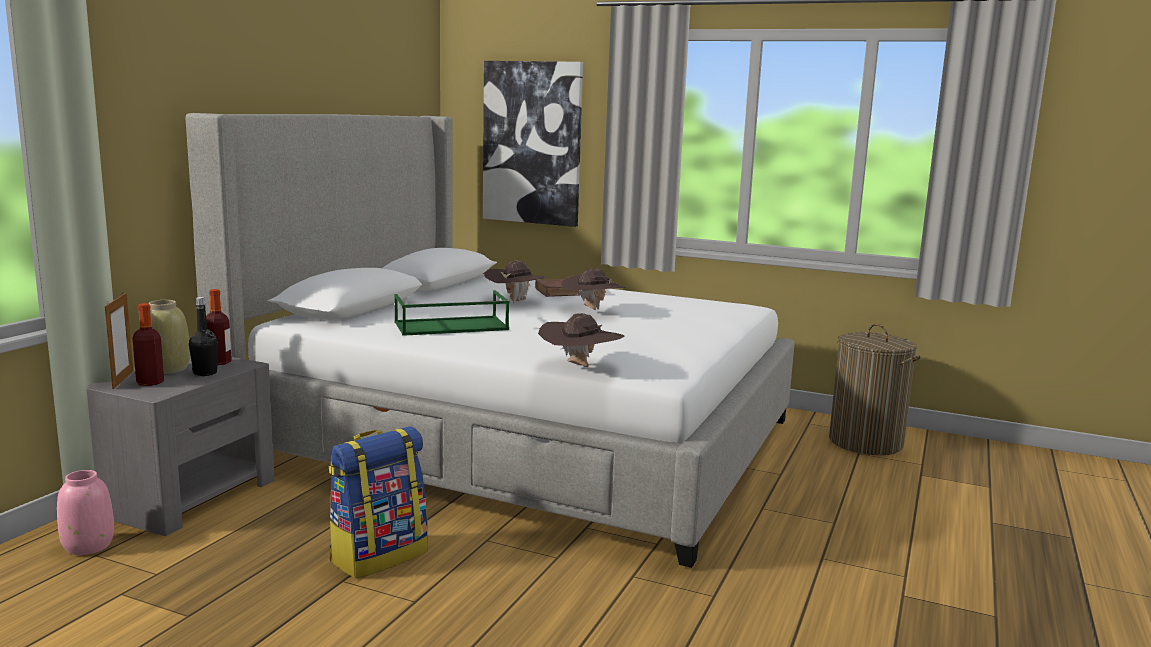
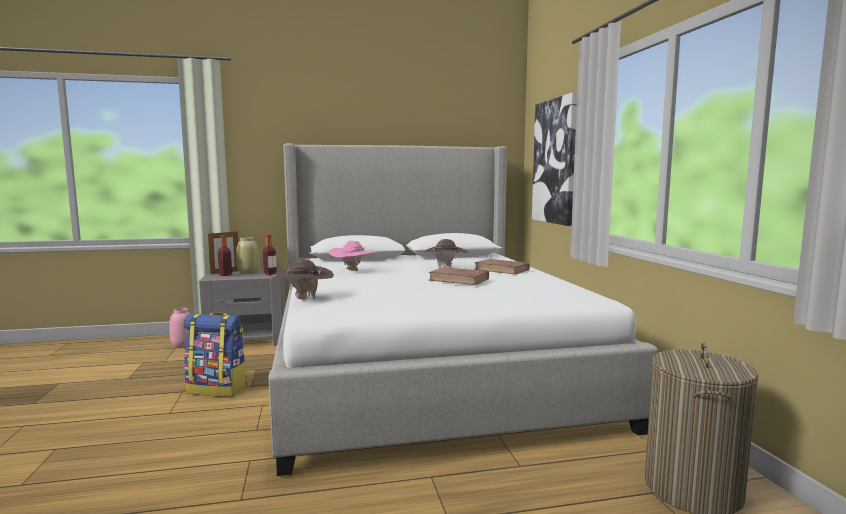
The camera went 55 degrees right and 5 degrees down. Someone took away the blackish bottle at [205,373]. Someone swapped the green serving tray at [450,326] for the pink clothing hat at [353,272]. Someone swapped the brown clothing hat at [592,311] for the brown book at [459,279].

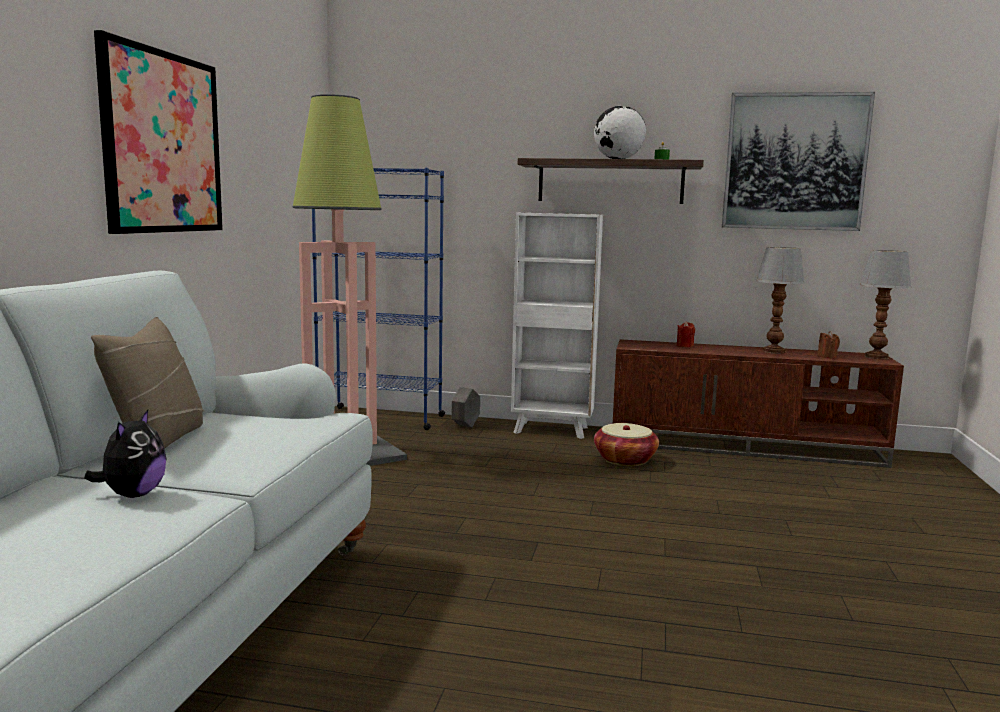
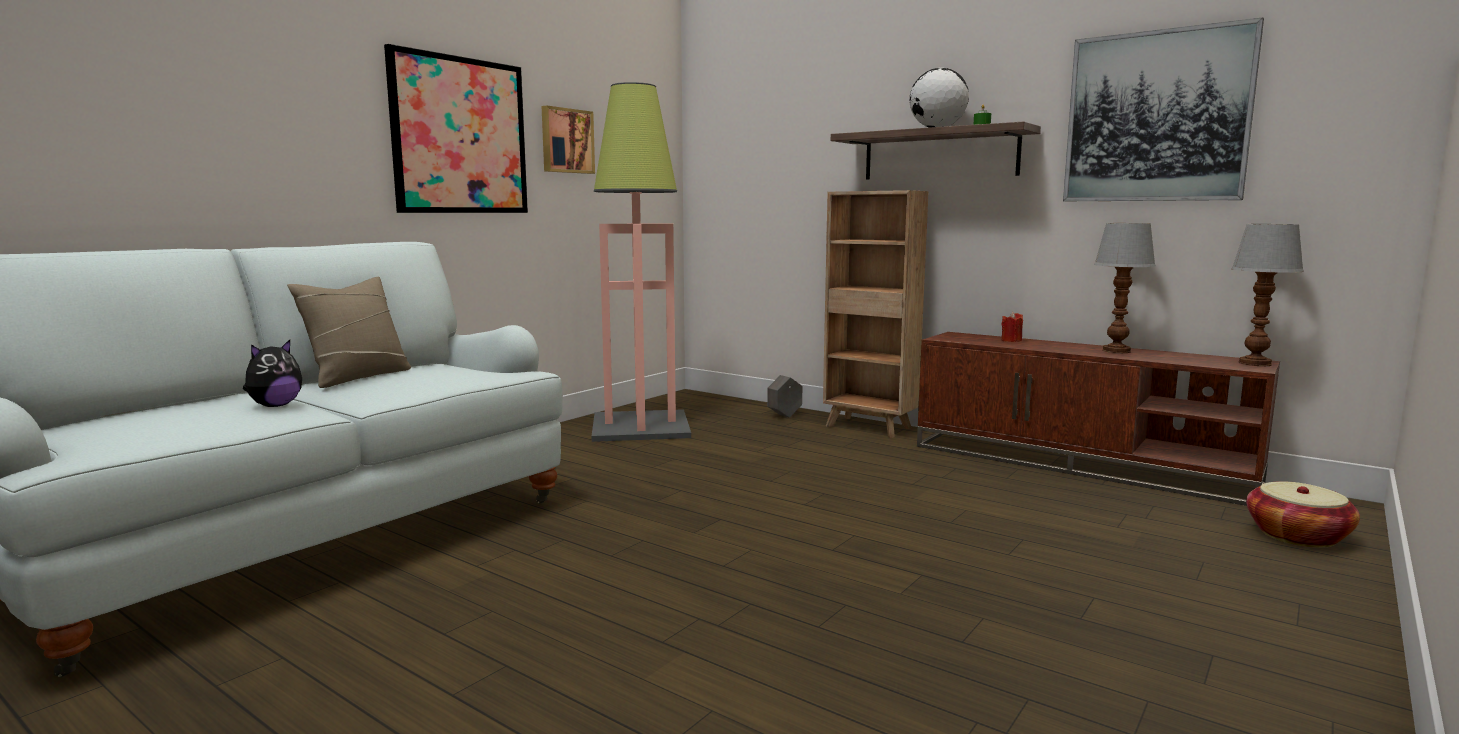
The camera went 25 degrees right and 0 degrees up. Someone took away the blue-coloured shelving unit at [380,418]. Someone took away the brown wax candle at [827,356]. Someone put up the picture at [566,141]. Someone carried the basket from [625,460] to [1297,536]. Someone repainted the whitish shelving unit at [552,430], which became the brown shelving unit at [870,427].

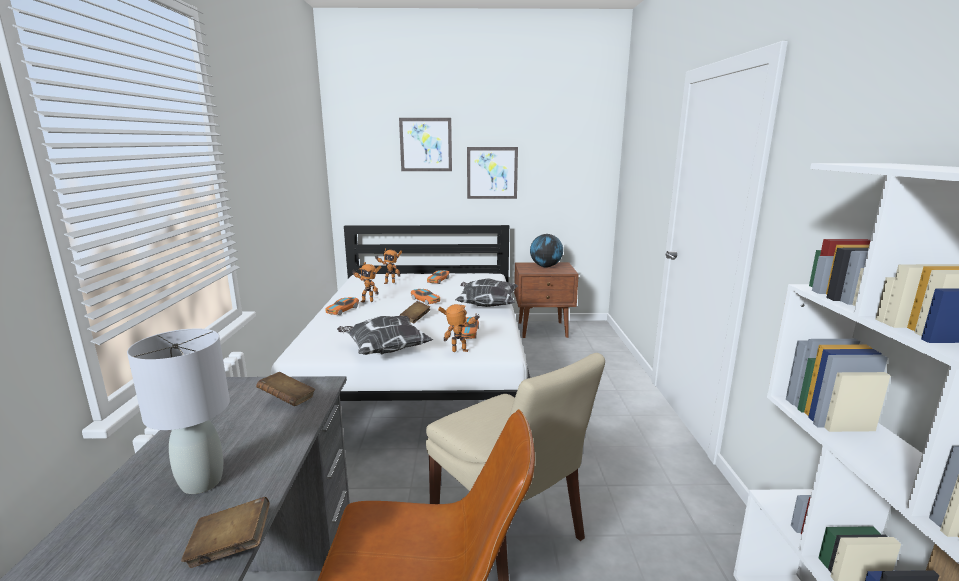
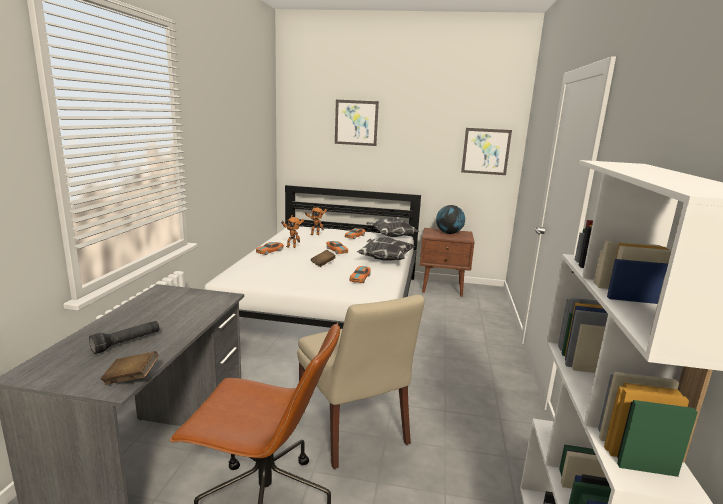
The camera went 10 degrees right and 0 degrees up. Someone took away the brown book at [287,400]. Someone took away the model robot at [460,352]. Someone carried the pillow from [384,350] to [391,236]. Someone carried the picture from [492,173] to [486,151]. Someone swapped the greyish tabletop lamp at [202,482] for the blackish torch at [127,343].

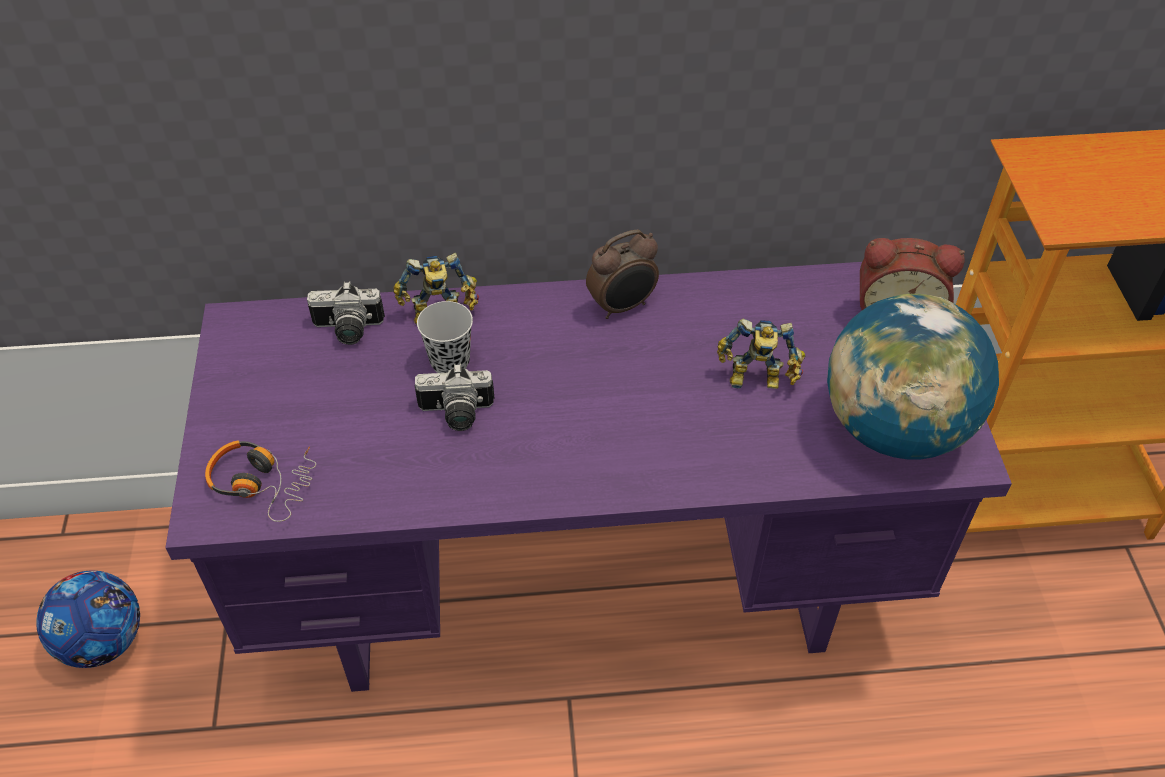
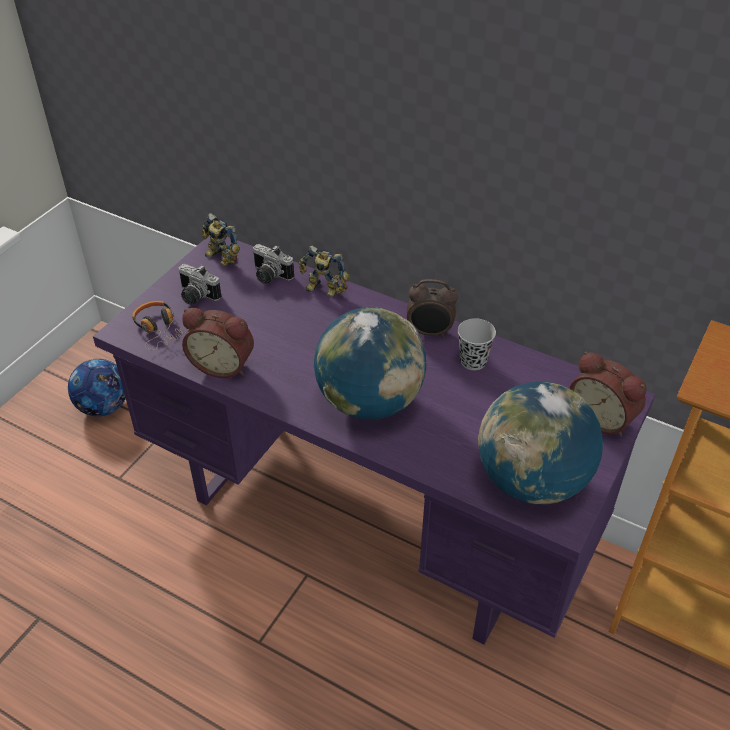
The camera went 35 degrees right and 5 degrees down. Someone put down the bedside clock at [223,364]. Someone put down the desk globe at [369,402]. Someone carried the still camera from [456,415] to [195,296]. Someone carried the blackish cup from [450,362] to [473,361]. Someone carried the model robot from [757,381] to [220,259].

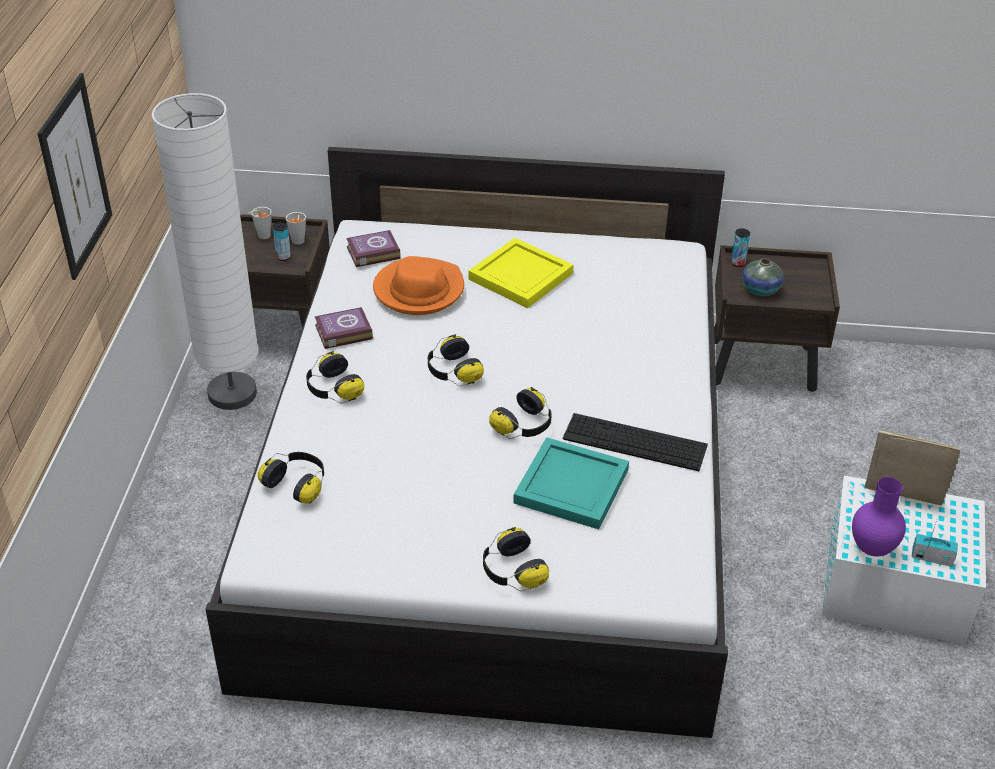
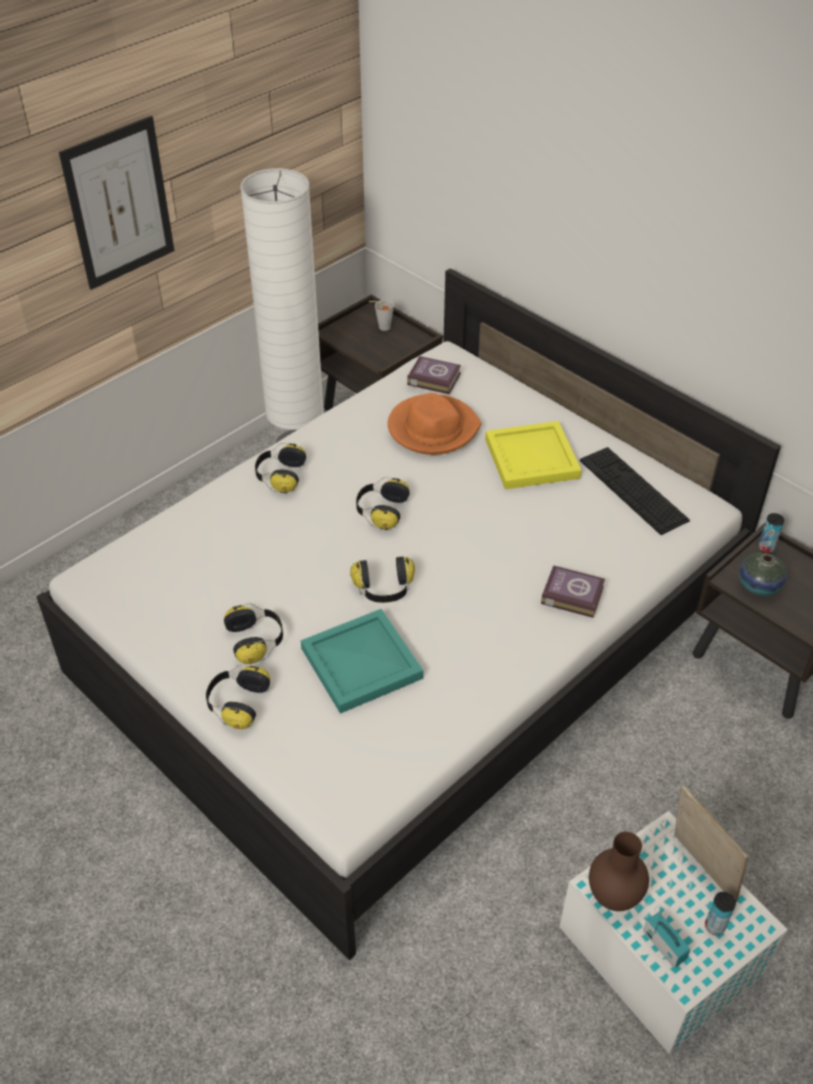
The camera went 40 degrees right and 5 degrees up. Someone took away the greyish cup at [298,242]. Someone carried the pair of headphones from [297,484] to [256,640]. Someone carried the sealed can from [283,257] to [714,926]. Someone carried the book from [342,332] to [571,594]. Someone carried the PC keyboard from [635,442] to [633,490]. Someone repainted the purple-coloured vase at [873,548], which became the brown vase at [615,897].

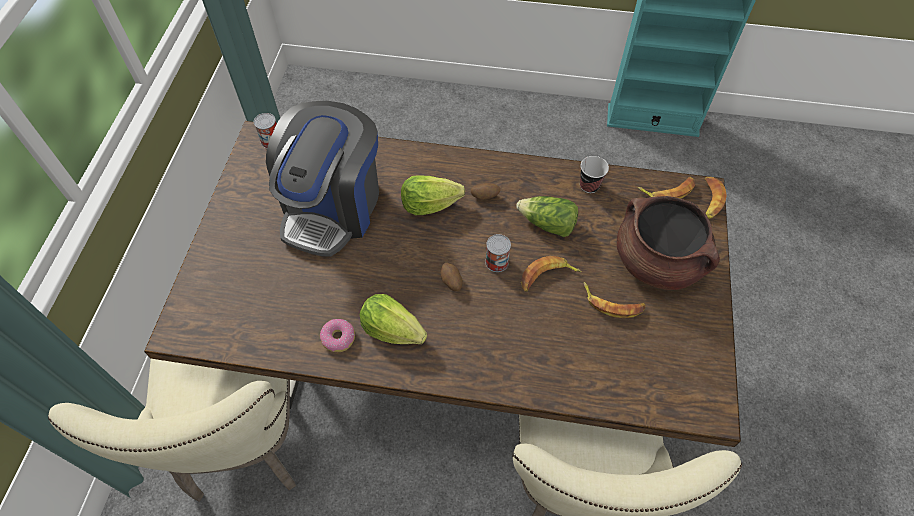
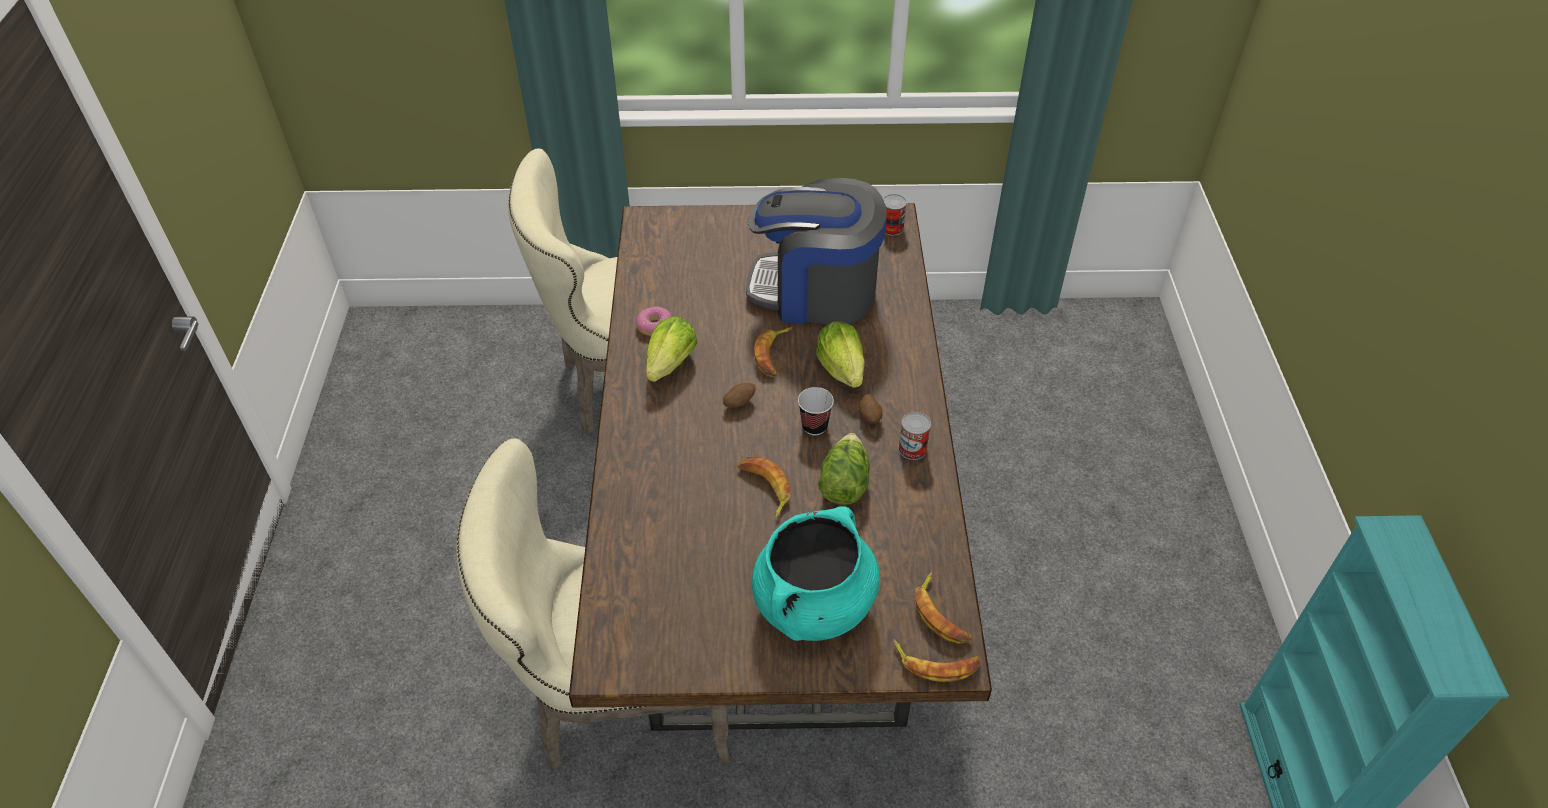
The camera went 80 degrees right and 10 degrees down. Someone carried the sealed can from [497,262] to [912,448]. Someone carried the cup from [589,186] to [814,426]. Someone carried the banana from [612,303] to [773,355]. Someone repainted the brown cooking pot at [658,262], which became the turquoise cooking pot at [814,604].

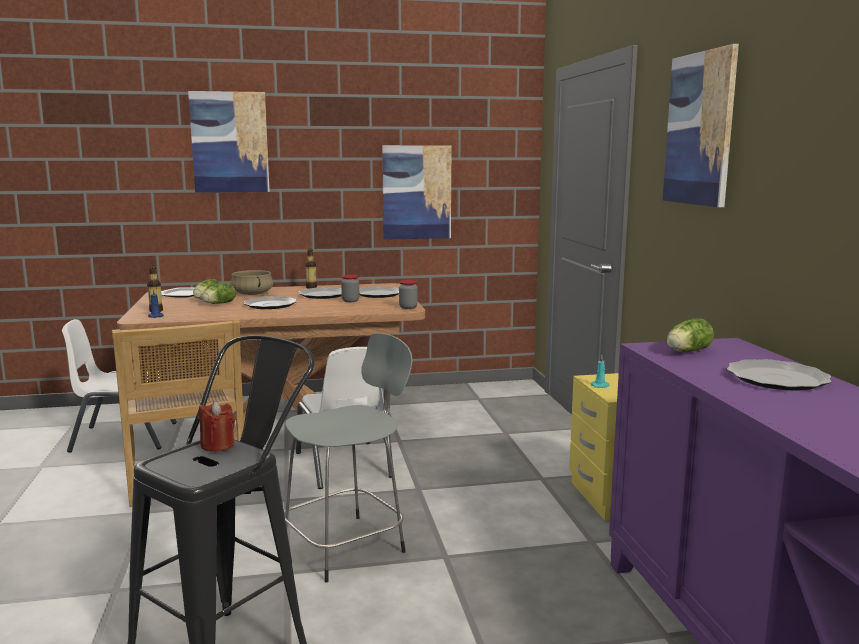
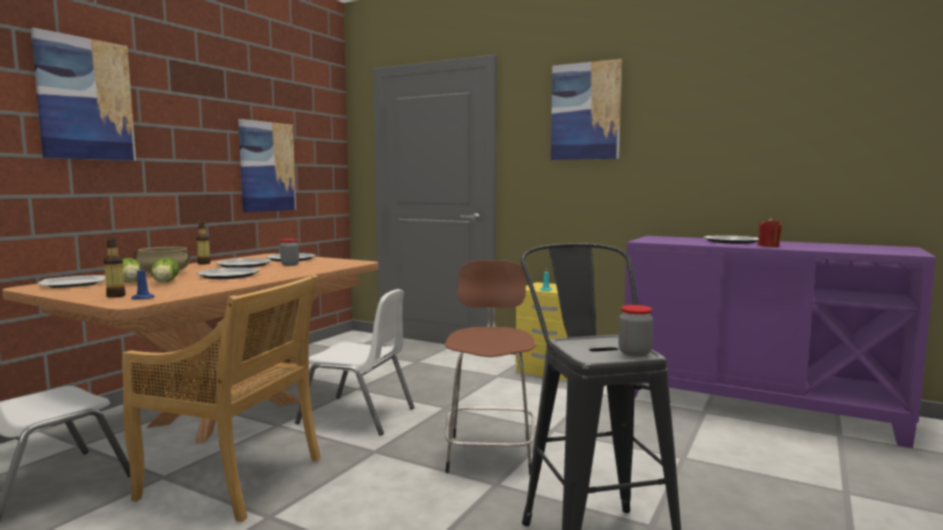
The camera went 50 degrees left and 5 degrees down. Someone took away the lettuce at [686,351]. Someone carried the red-coloured wax candle from [217,445] to [768,246]. Someone carried the storage jar from [408,307] to [634,353]. Someone repainted the greyish stool seat at [347,546], which became the brown stool seat at [490,452].

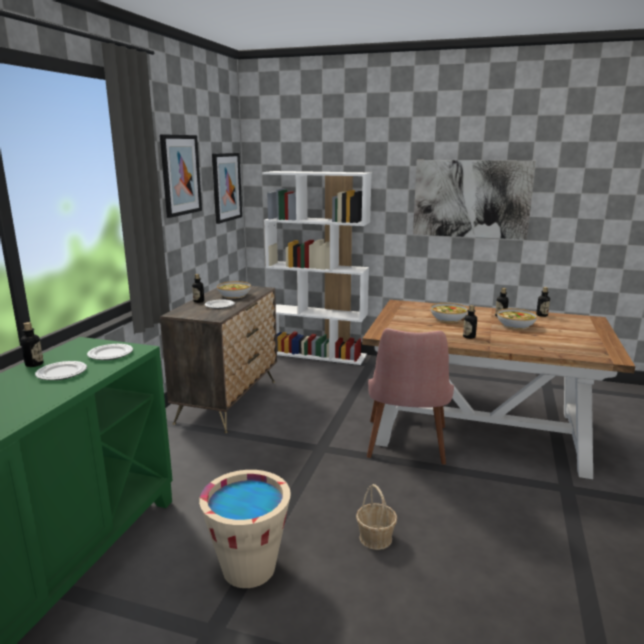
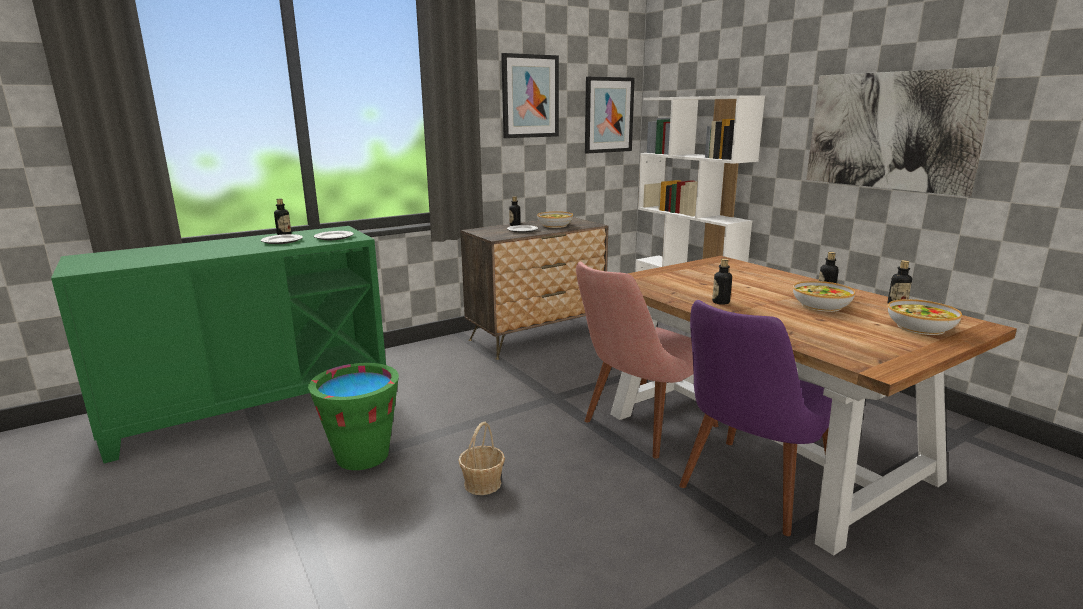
The camera went 40 degrees right and 0 degrees up. Someone put down the purple-coloured upright chair at [747,493]. Someone carried the serving bowl from [448,318] to [921,327]. Someone repainted the beige-coloured pail at [249,568], which became the green pail at [362,456].

